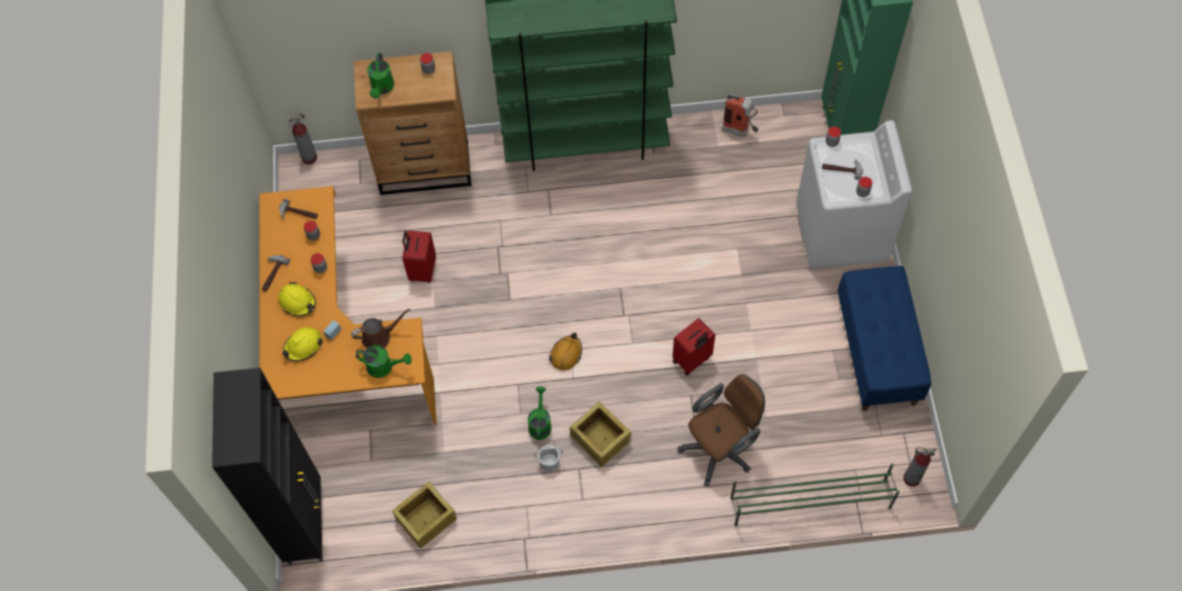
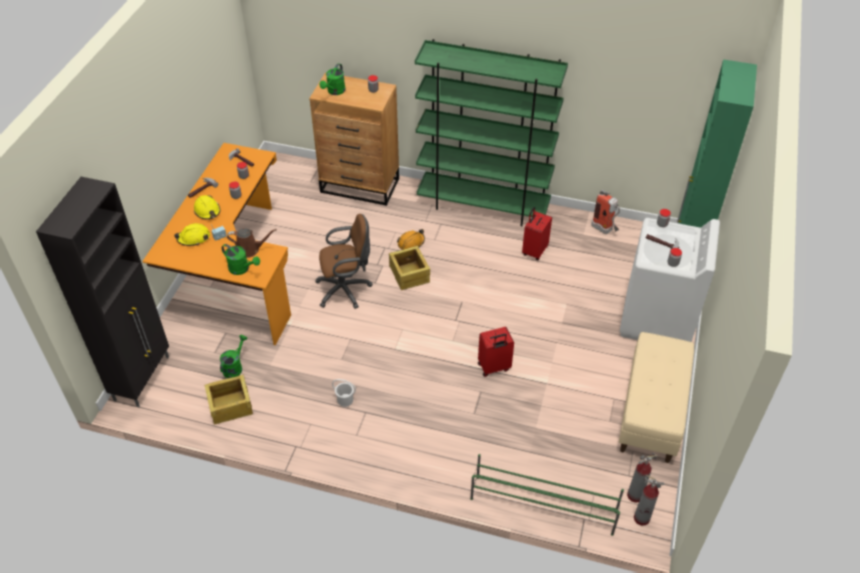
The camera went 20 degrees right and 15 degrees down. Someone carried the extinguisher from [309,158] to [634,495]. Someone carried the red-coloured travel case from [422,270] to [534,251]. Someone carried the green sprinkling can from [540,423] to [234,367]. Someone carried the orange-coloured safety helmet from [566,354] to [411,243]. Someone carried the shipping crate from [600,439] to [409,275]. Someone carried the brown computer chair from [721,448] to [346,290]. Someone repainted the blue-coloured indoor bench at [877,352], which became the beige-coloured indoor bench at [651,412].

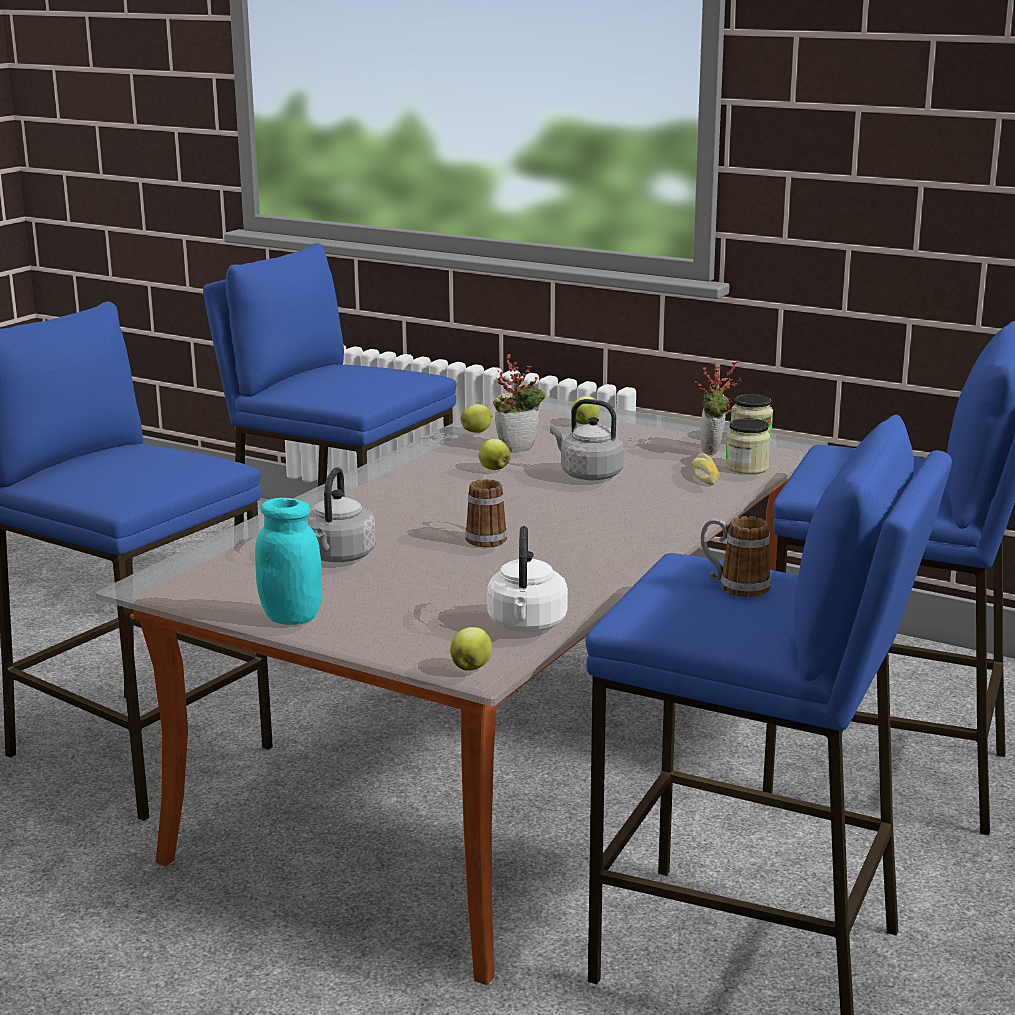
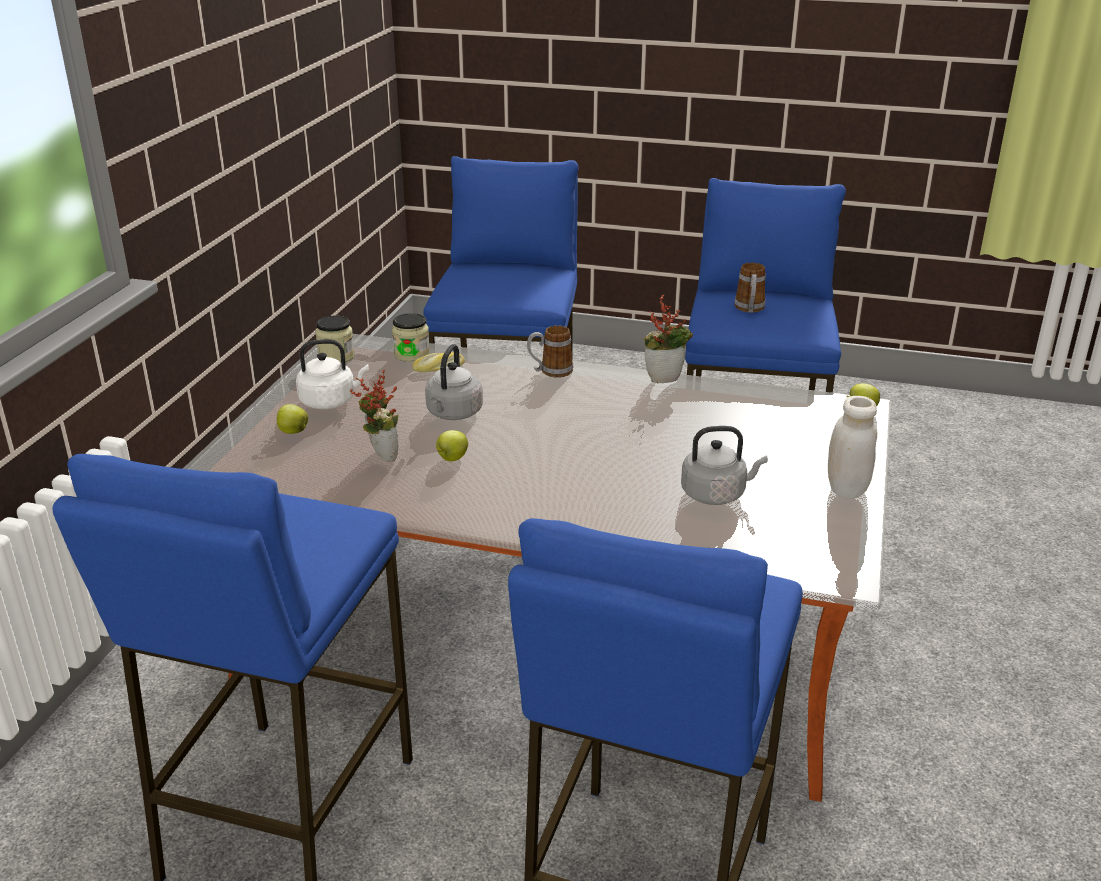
The camera went 105 degrees left and 10 degrees up. Someone took away the apple at [477,432]. Someone carried the coffee mug from [486,536] to [550,371]. Someone carried the whitish kettle from [527,625] to [331,401]. Someone carried the potted plant from [714,451] to [665,378]. Someone repainted the turquoise storage jar at [291,617], which became the whitish storage jar at [846,489].

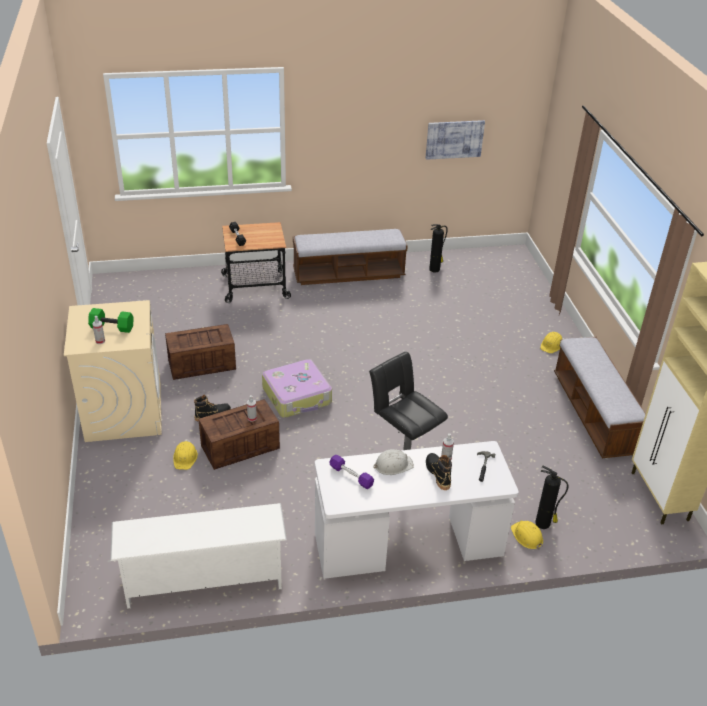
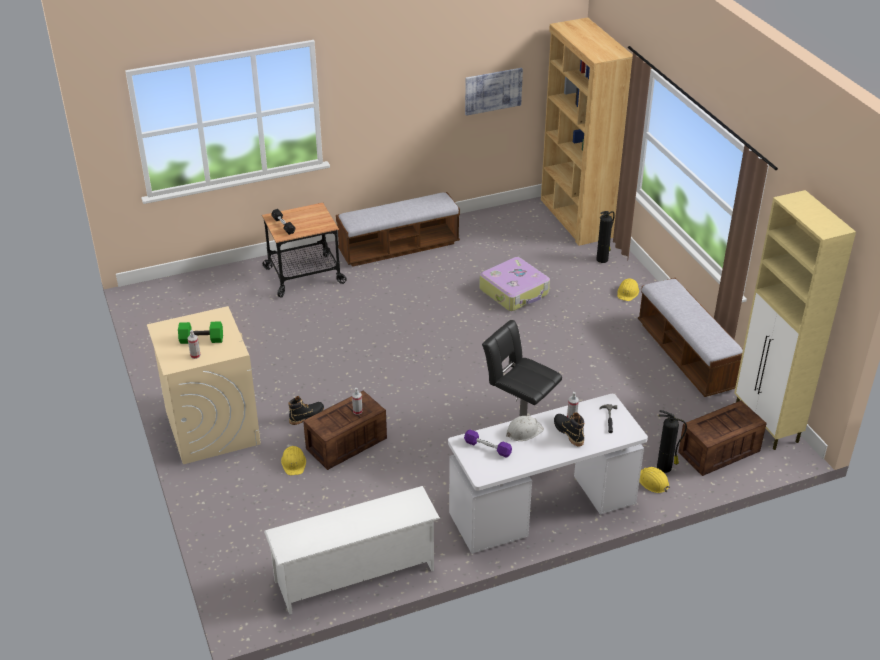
The camera went 10 degrees left and 0 degrees up. Someone put down the brown shelving unit at [576,218]. Someone carried the shipping crate from [201,364] to [718,452]. Someone carried the travel case from [297,396] to [514,292]. Someone carried the extinguisher from [435,269] to [602,259].

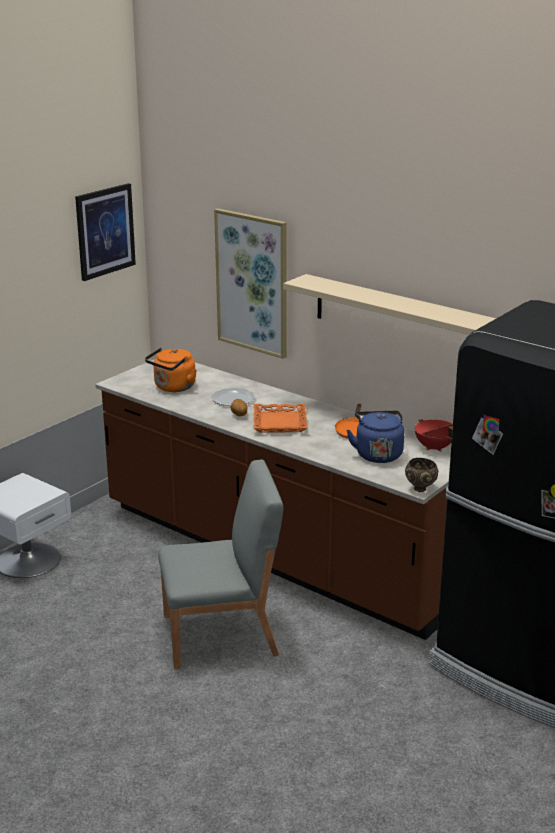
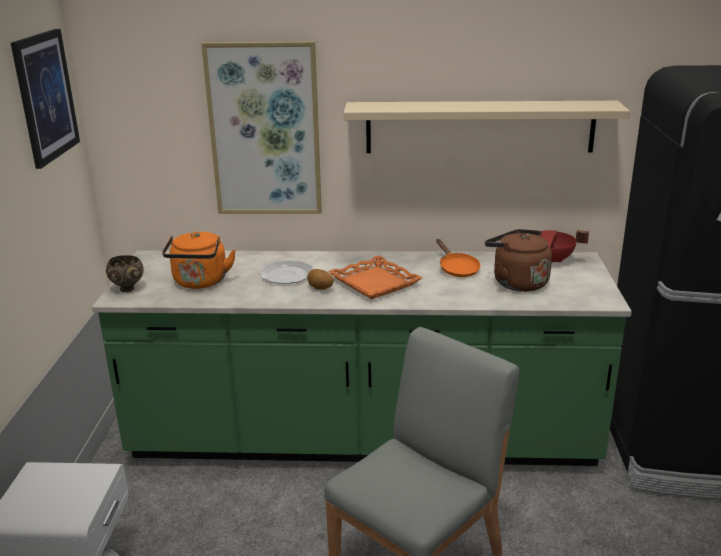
The camera went 35 degrees left and 0 degrees up. Someone carried the brown serving bowl from [421,489] to [128,289]. Someone repainted the brown kitchen base unit at [277,553], which became the green kitchen base unit at [363,438]. Someone repainted the blue-coloured kettle at [378,454], which became the brown kettle at [517,282].

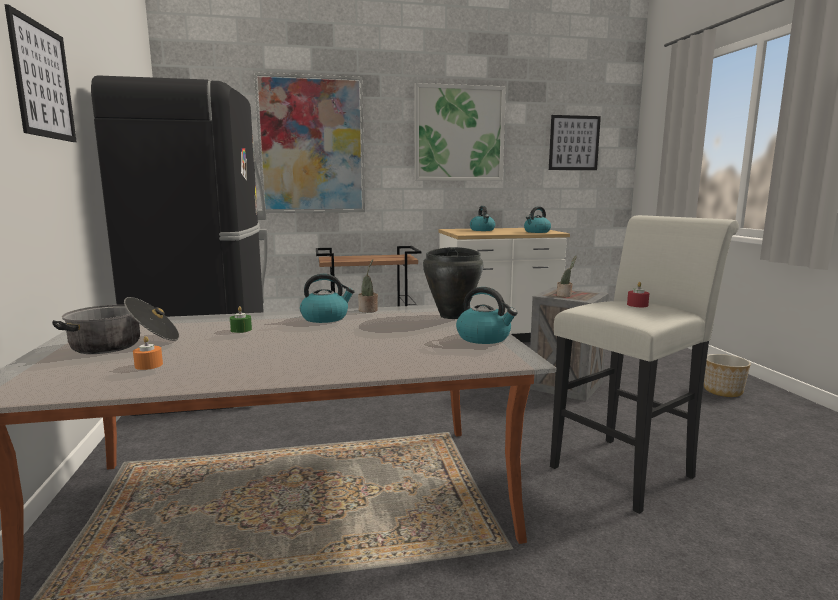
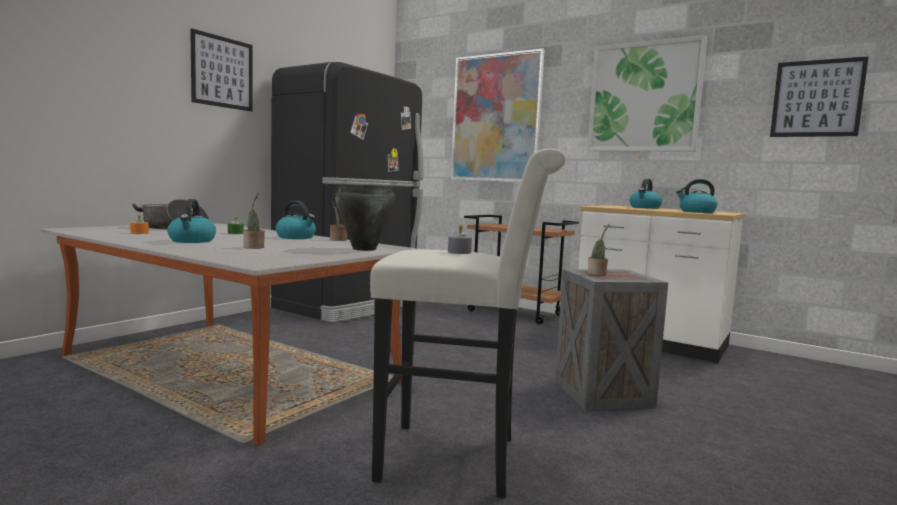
The camera went 45 degrees right and 5 degrees down. Someone took away the flower pot at [722,391]. Someone put down the potted plant at [254,247]. Someone carried the kettle from [484,338] to [192,241]. Someone repainted the red-coloured wax candle at [637,305], which became the greyish wax candle at [459,252].

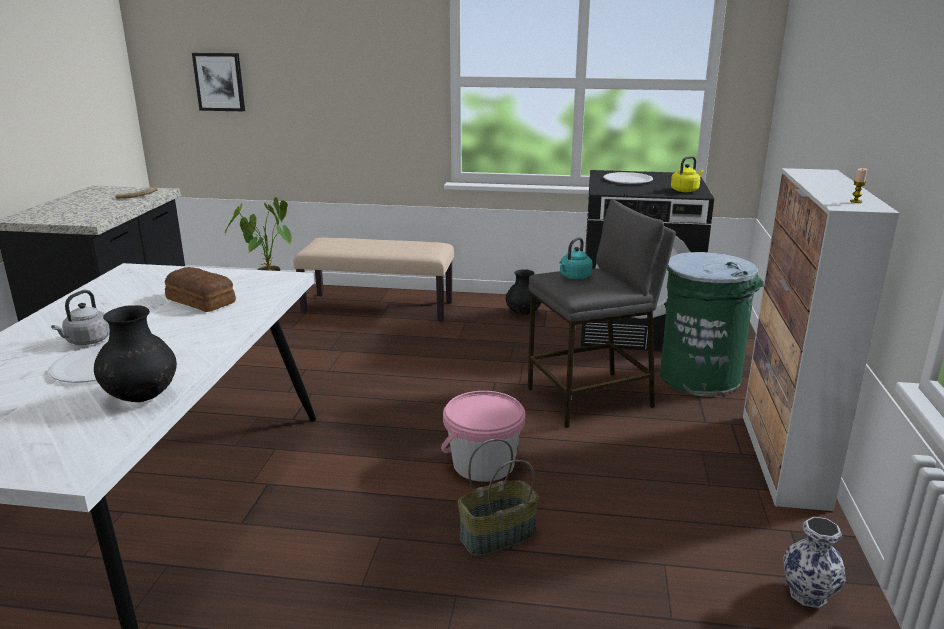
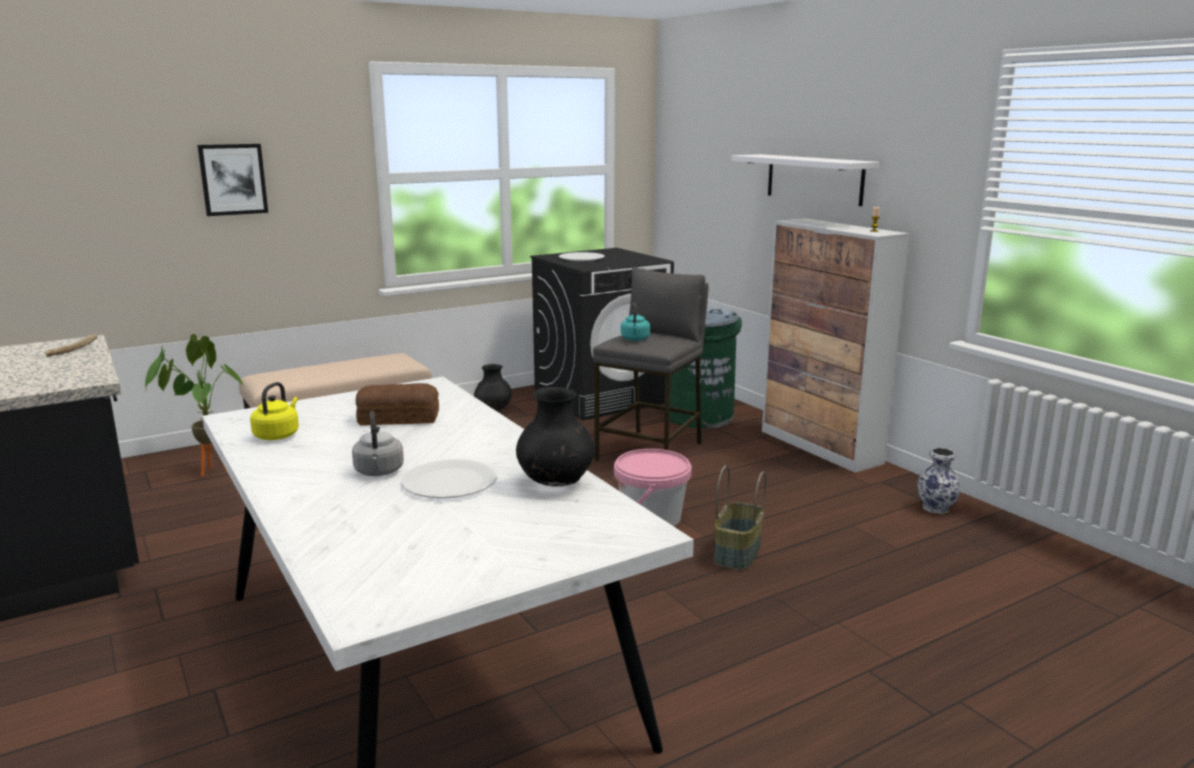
The camera went 40 degrees left and 5 degrees down. Someone put up the whitish bracket shelf at [814,179]. Someone carried the picture from [219,82] to [233,179]. Someone carried the yellow-coloured kettle from [685,190] to [278,435].

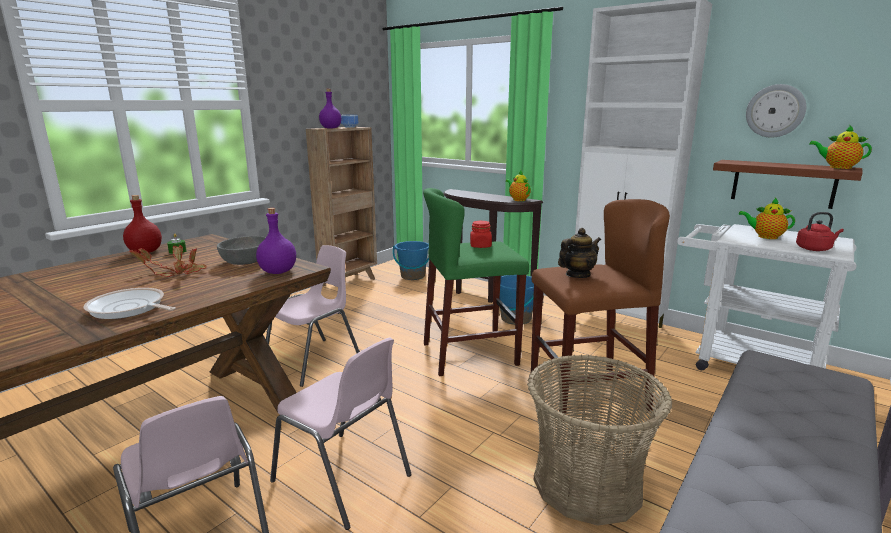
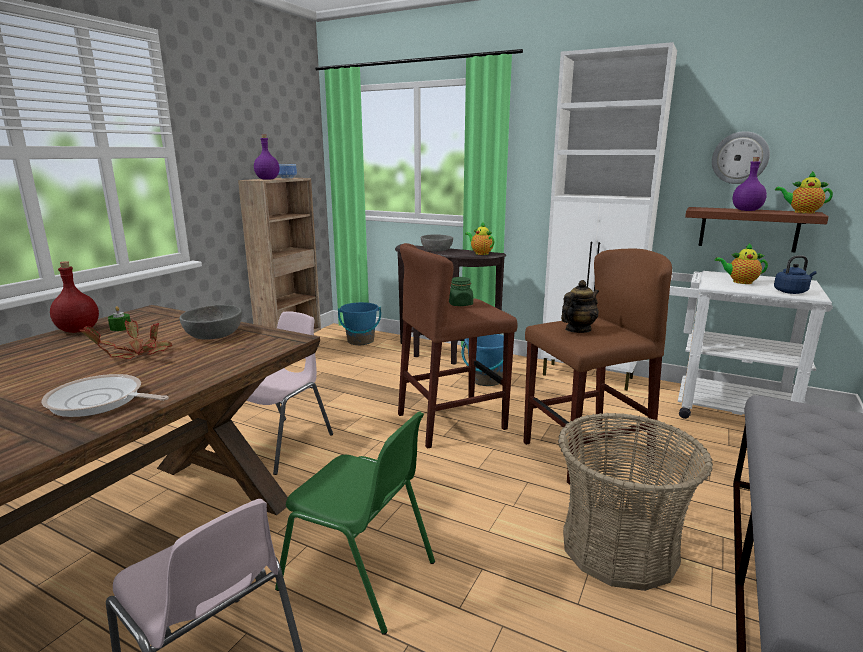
The camera went 10 degrees left and 0 degrees up. Someone put down the greyish serving bowl at [437,250]. Someone carried the purple-coloured bottle from [277,272] to [746,210]. Someone repainted the pink upright chair at [343,479], which became the green upright chair at [360,576]. Someone repainted the green stool seat at [470,354], which became the brown stool seat at [451,421]. Someone repainted the red-coloured storage jar at [480,246], which became the green storage jar at [460,304]. Someone repainted the red-coloured kettle at [815,249], which became the blue-coloured kettle at [791,292].

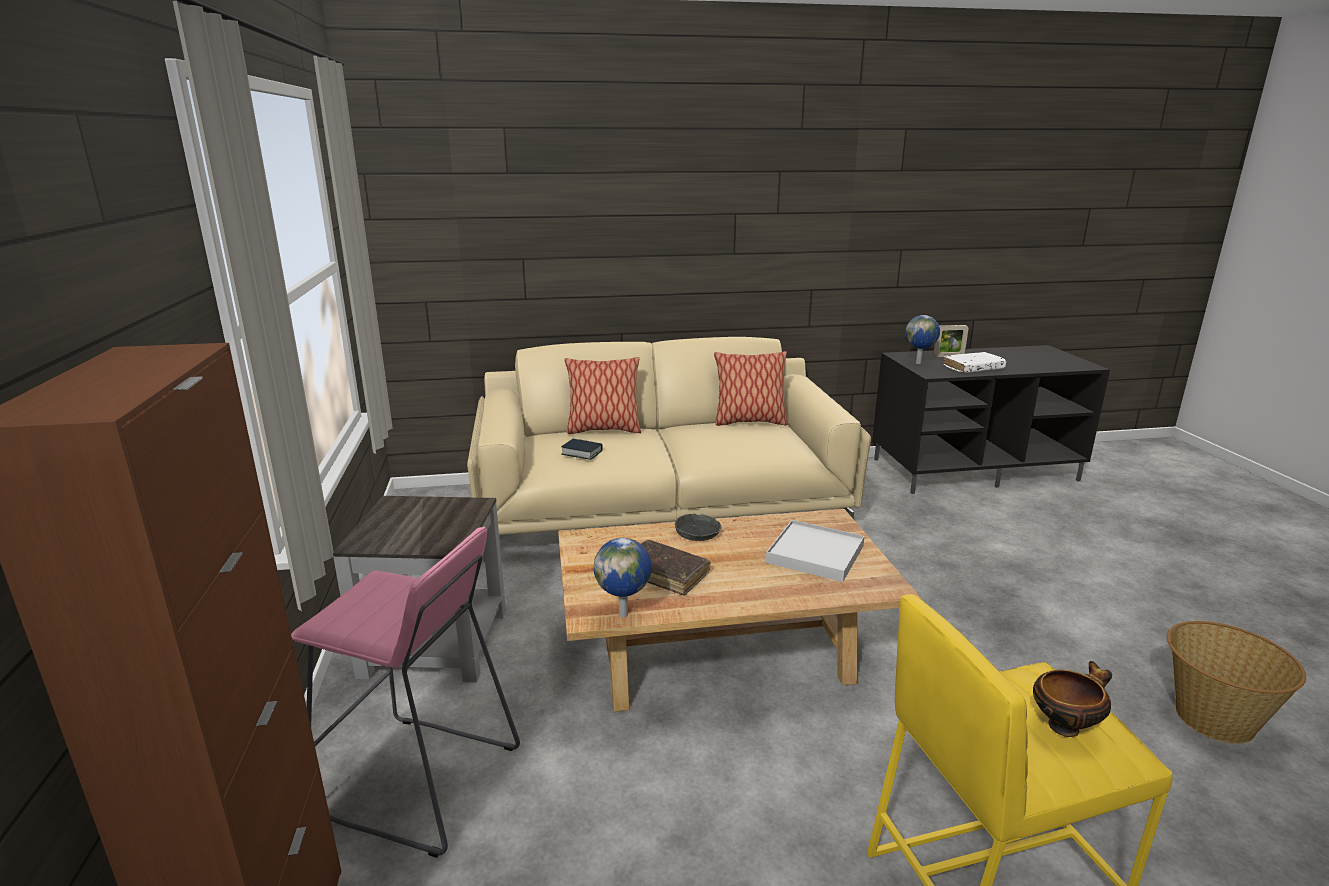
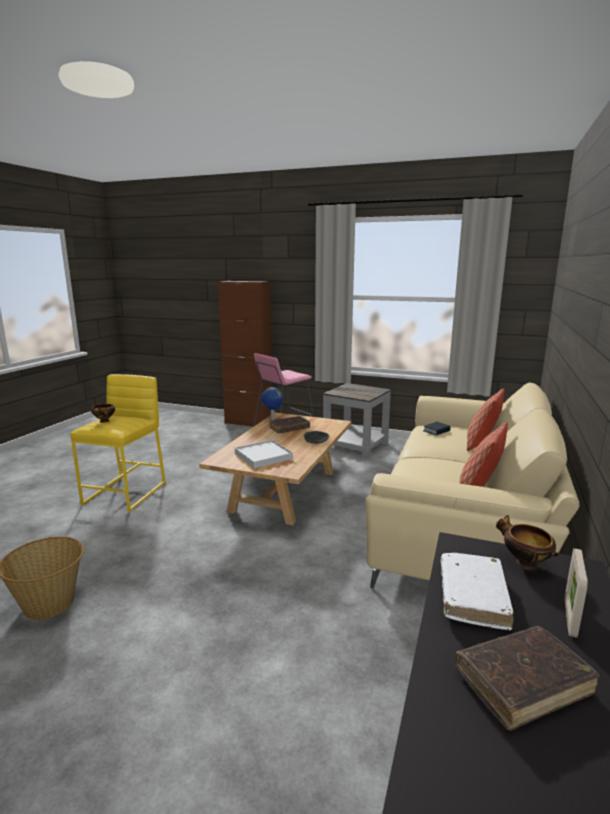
The camera went 120 degrees right and 5 degrees down. Someone put down the brown book at [522,682]. Someone swapped the desk globe at [919,363] for the serving bowl at [523,563].

